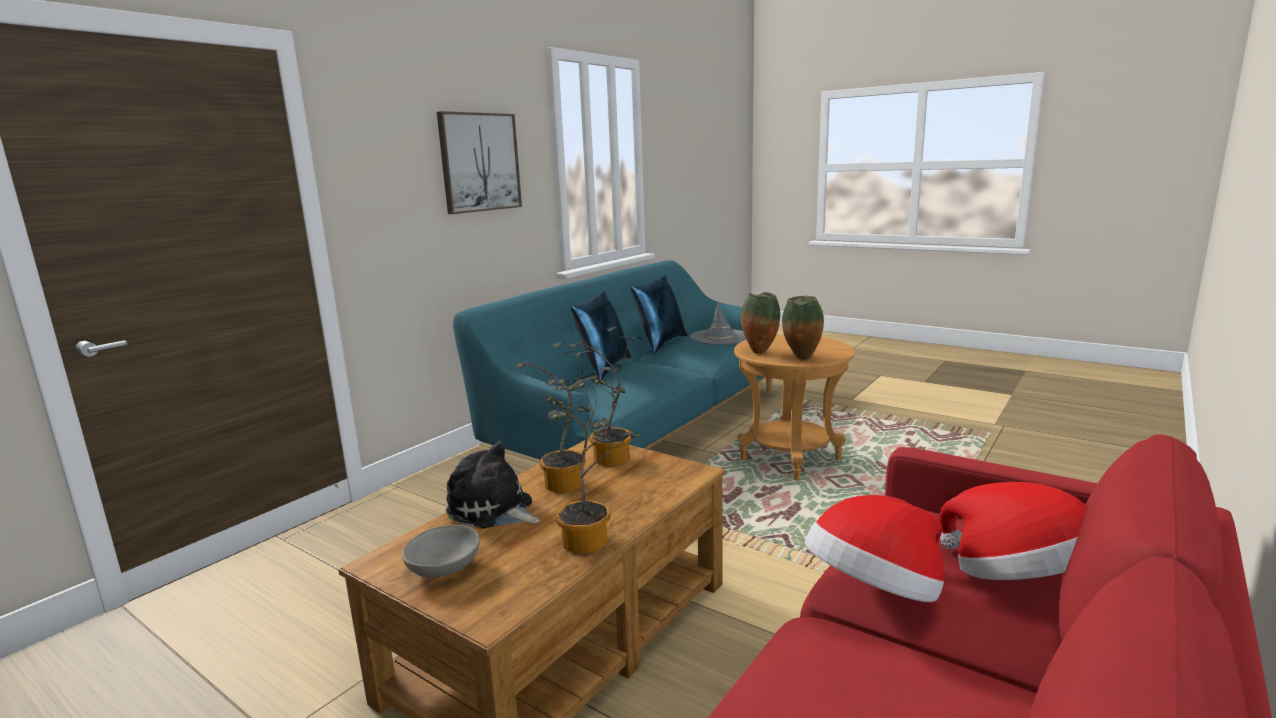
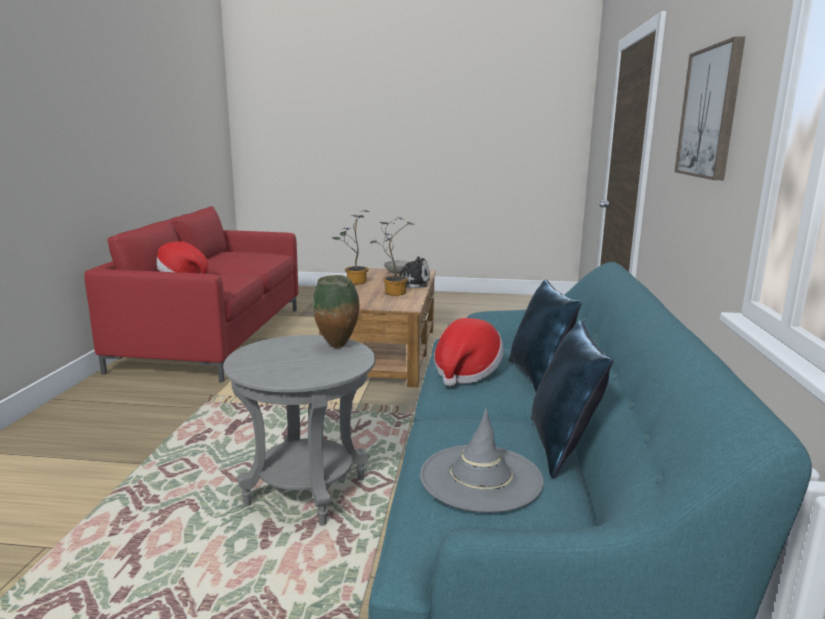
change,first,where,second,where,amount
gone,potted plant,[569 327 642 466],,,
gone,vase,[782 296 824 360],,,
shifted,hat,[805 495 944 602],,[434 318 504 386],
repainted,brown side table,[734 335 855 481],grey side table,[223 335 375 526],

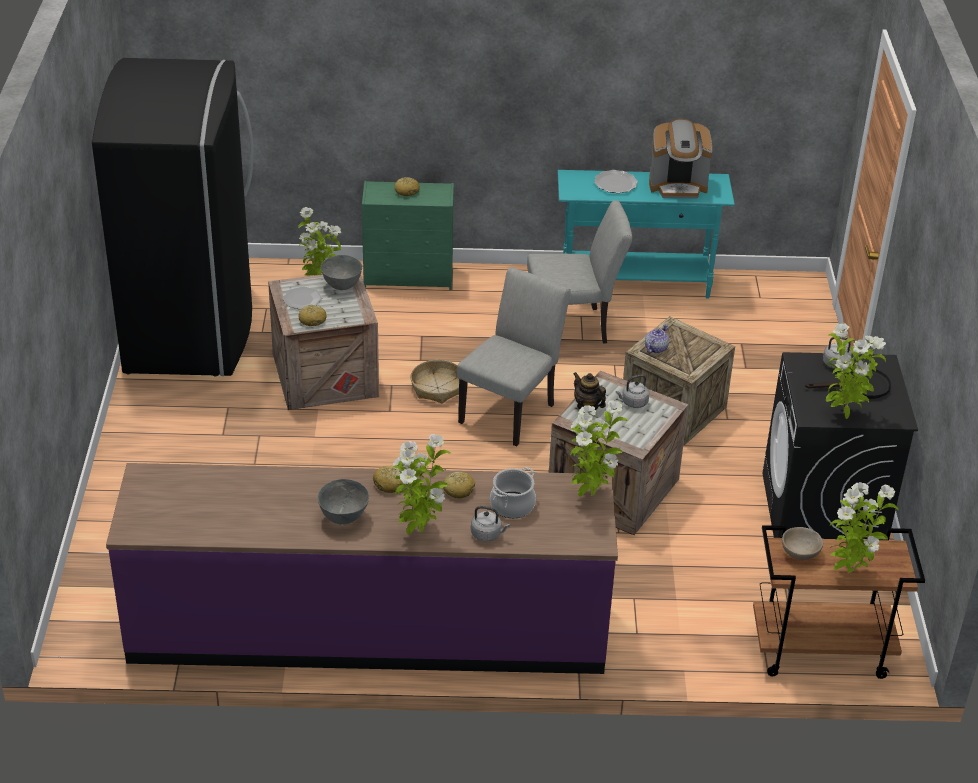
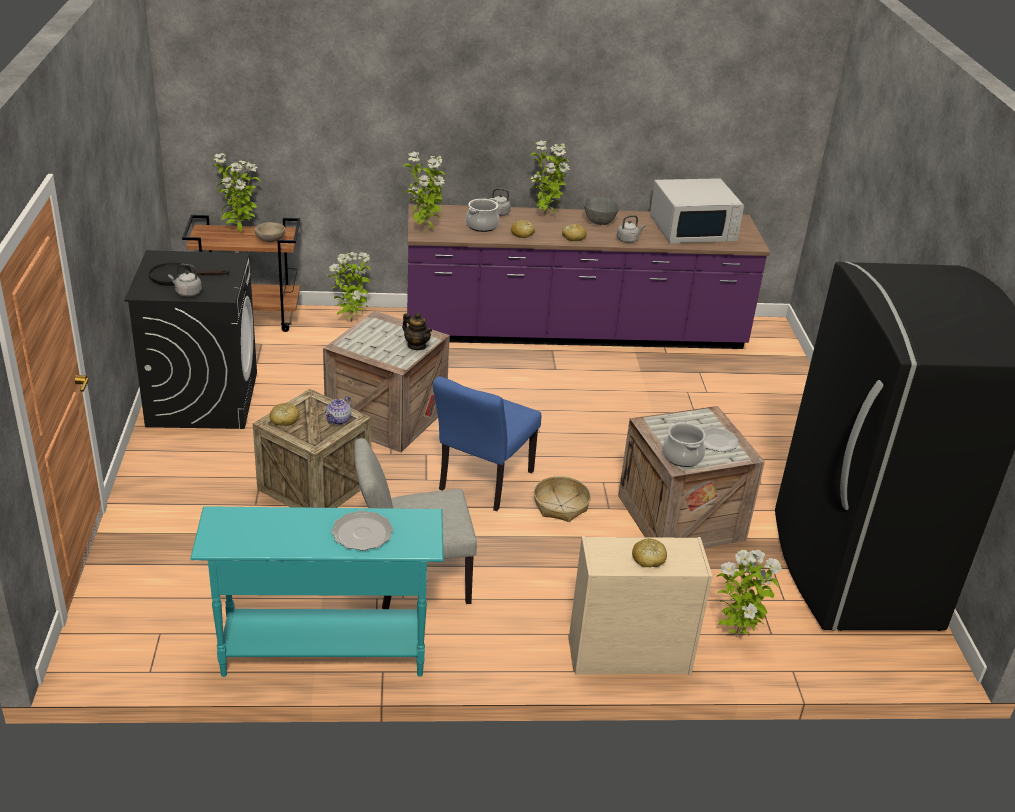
change,first,where,second,where,amount
gone,coffee machine,[649 119 712 199],,,
new,,,white microwave,[650 178 744 243],
shifted,bread,[298 305 327 326],,[270 403 299 426],
shifted,grey kettle,[616 375 649 408],,[617 215 645 243],
shifted,potted plant,[826 323 886 419],,[328 252 371 322],
swapped,grey bowl,[321 255 362 290],cooking pot,[663 419 706 467],
repainted,green dresser,[362 181 454 290],beige dresser,[569 536 712 675],
repainted,grey chair,[457 267 571 447],blue chair,[433 376 541 511],

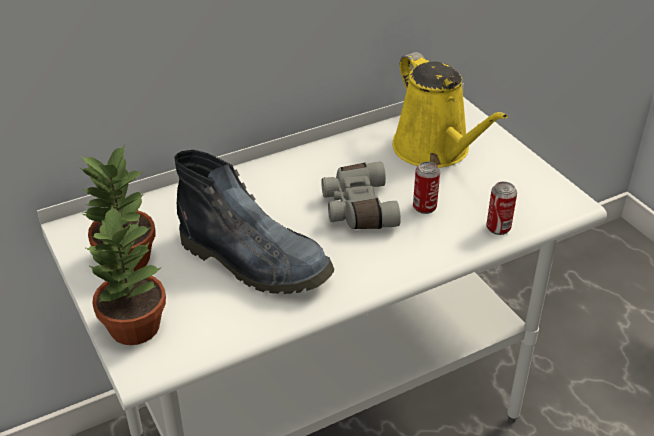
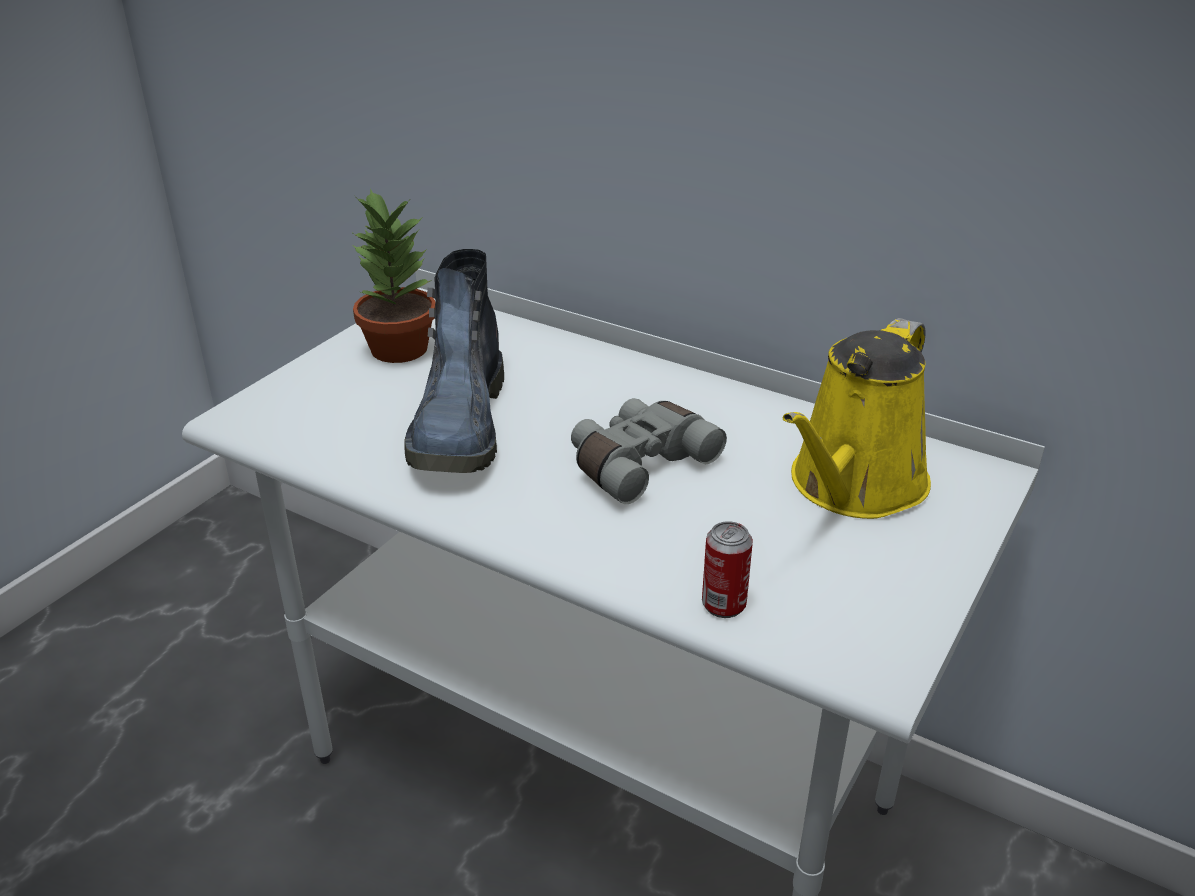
change,first,where,second,where,amount
gone,potted plant,[84 206 166 345],,,
gone,can,[413 162 440 214],,,

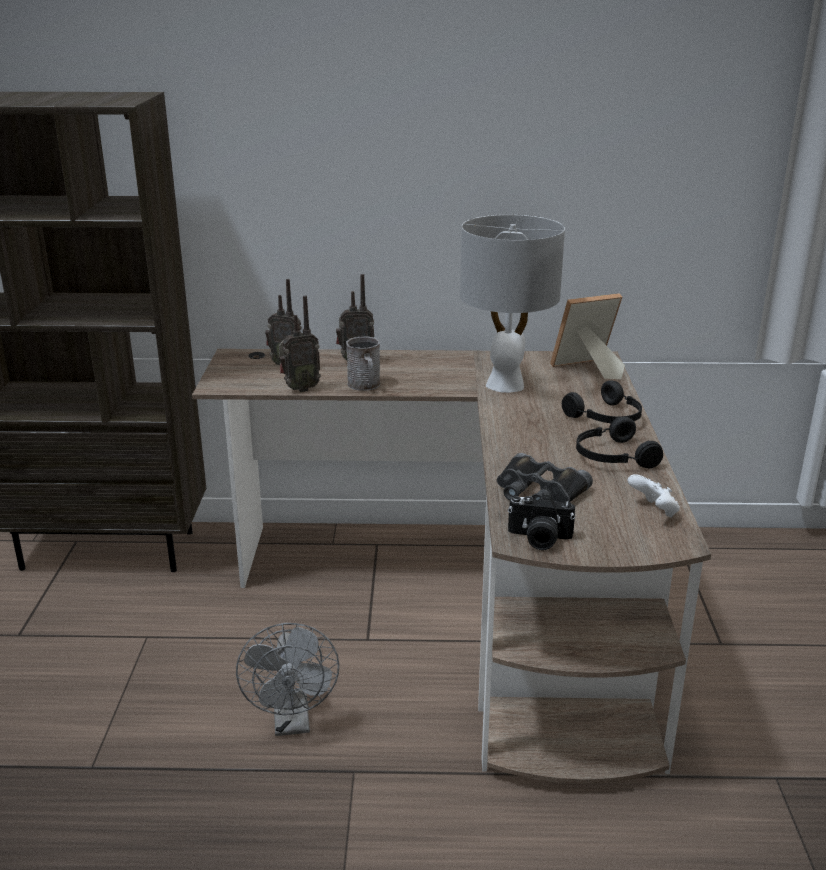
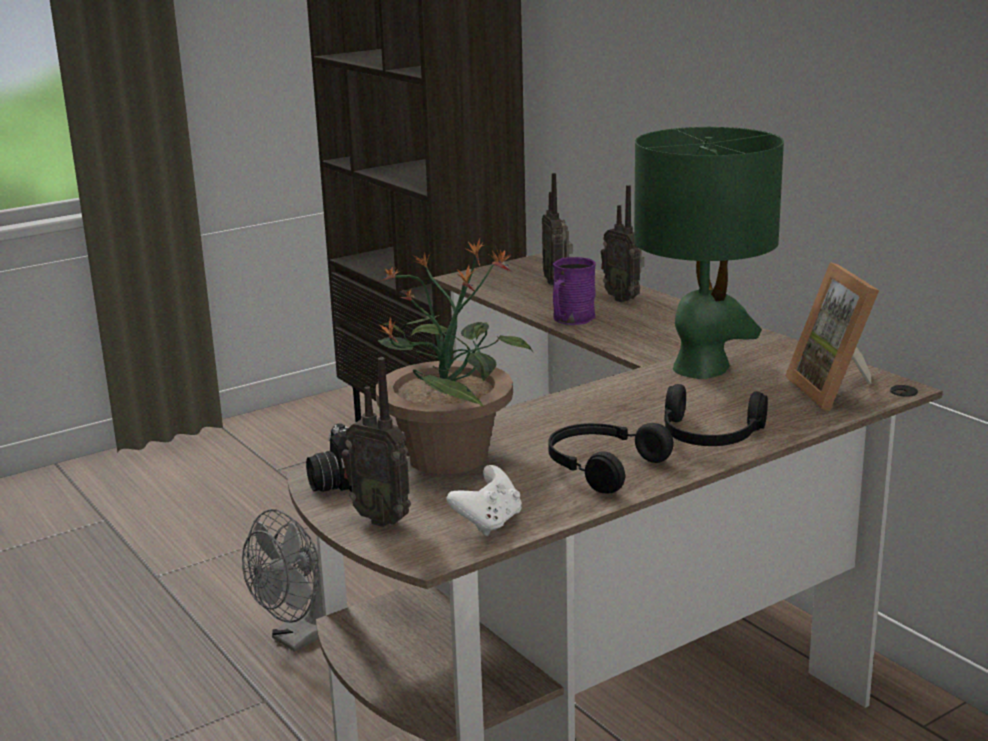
change,first,where,second,where,amount
shifted,radio,[279 296 321 392],,[342 357 411 527],
swapped,black binoculars,[497 453 593 502],potted plant,[375 238 534 474],
repainted,grey mug,[346 336 380 391],purple mug,[553 257 596 325],
repainted,grey table lamp,[460 215 565 393],green table lamp,[634 127 784 379],
rotated,picture frame,[550 293 625 379],,[785 262 879 411],135 degrees counterclockwise

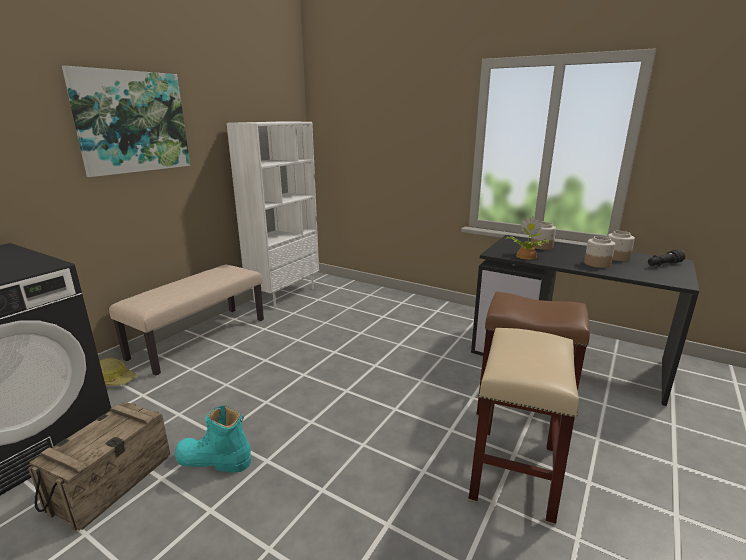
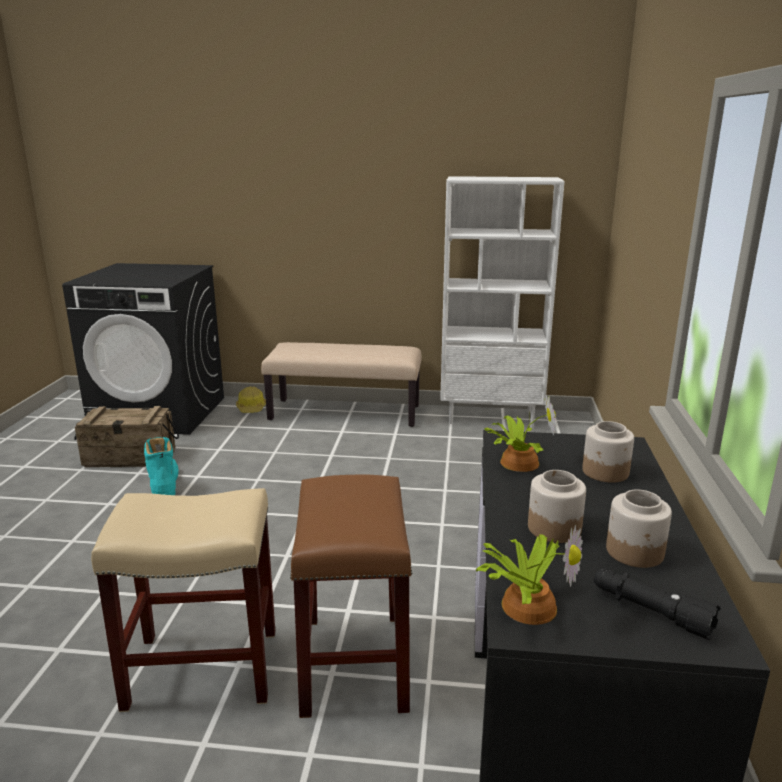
change,first,where,second,where,amount
gone,picture,[62 66 190 177],,,
new,,,potted plant,[476 525 583 625],

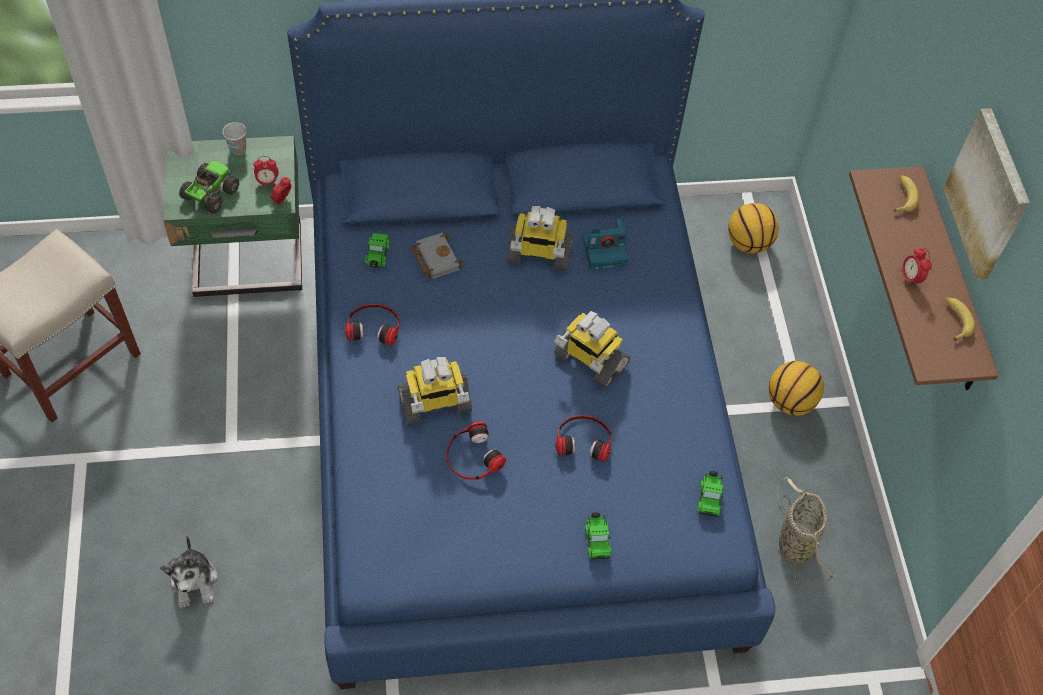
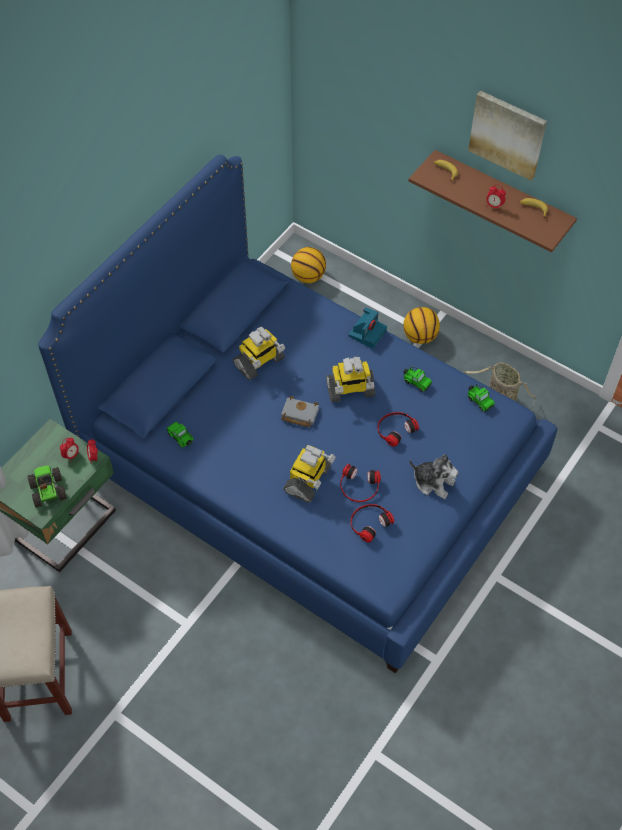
change,first,where,second,where,amount
gone,cup,[222 122 246 155],,,
shifted,plush toy,[160 536 218 608],,[409 454 459 499],
shifted,headphones,[345 304 400 345],,[351 504 394 542],
shifted,grey book,[411 233 464 279],,[281 396 319 427],
shifted,photo camera,[583 218 628 270],,[349 307 387 348],
shifted,toy car,[584 512 611 559],,[403 366 432 392],

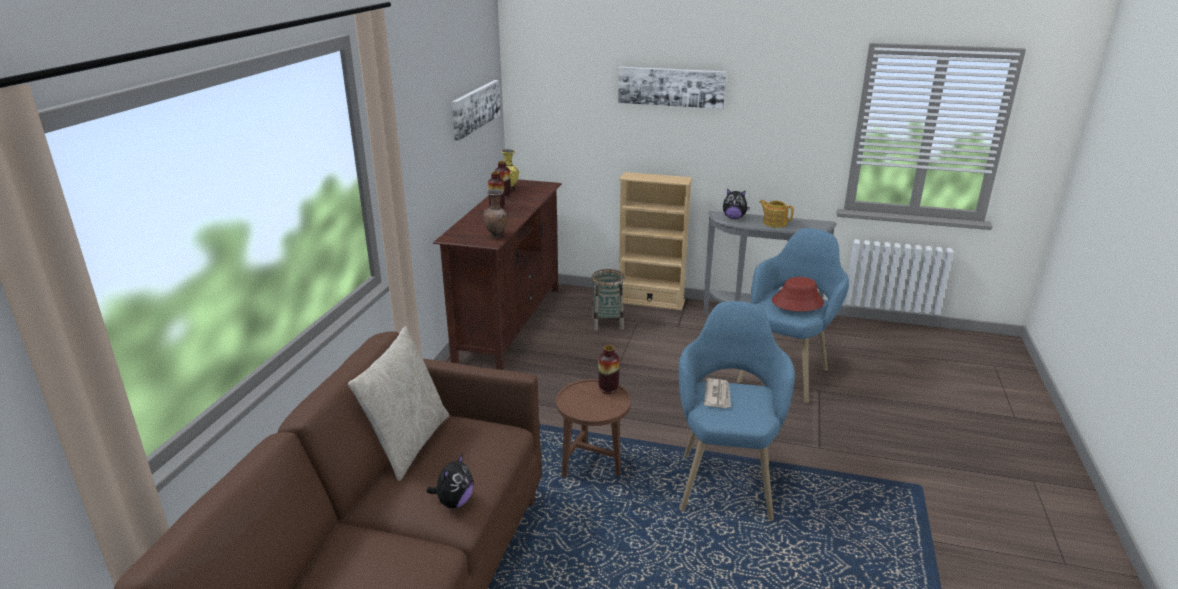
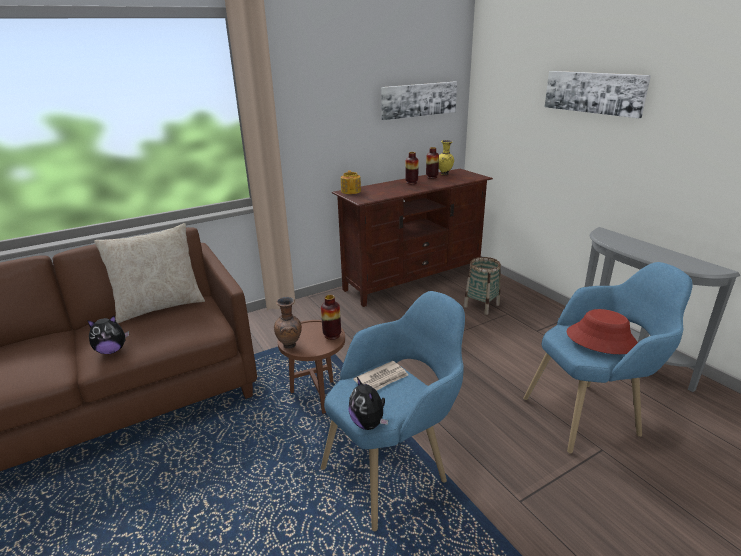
change,first,where,second,where,amount
gone,beige bookcase,[619 172 693 310],,,
shifted,brown vase,[483 190 509 238],,[274 297 302 349],
shifted,plush toy,[723 189 750 219],,[349 377 388 430],
shifted,teapot,[759 200 794 228],,[341 170 361 194],

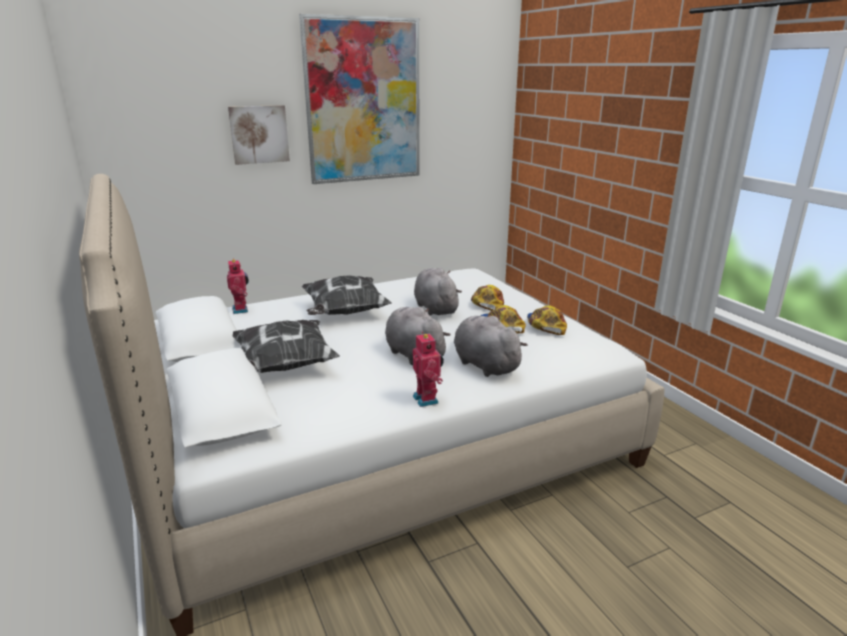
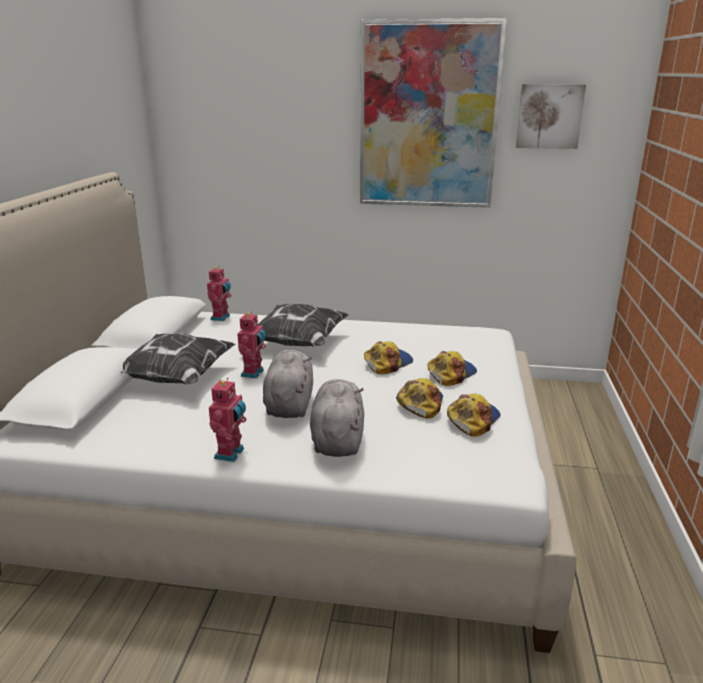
change,first,where,second,where,amount
new,,,toy robot,[237 311 266 378],
shifted,picture,[228 105 290 165],,[516 84 586 149],
swapped,grey plush toy,[414 268 462 316],cap,[364 341 413 375],

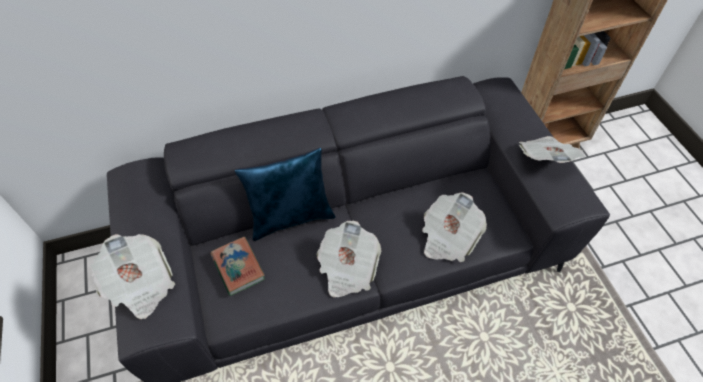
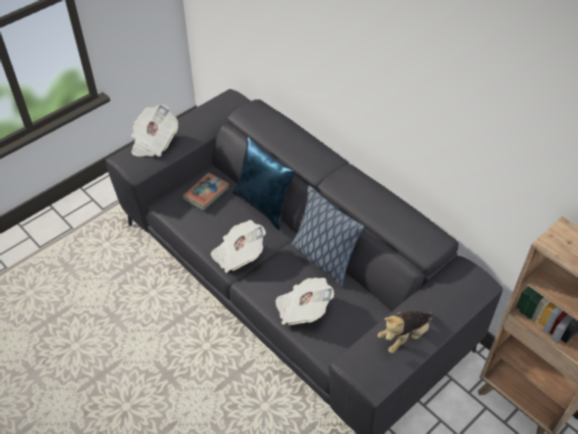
change,first,where,second,where,amount
new,,,pillow,[291 185 365 287],
swapped,newspaper,[519 136 585 163],plush toy,[378 311 433 353],

